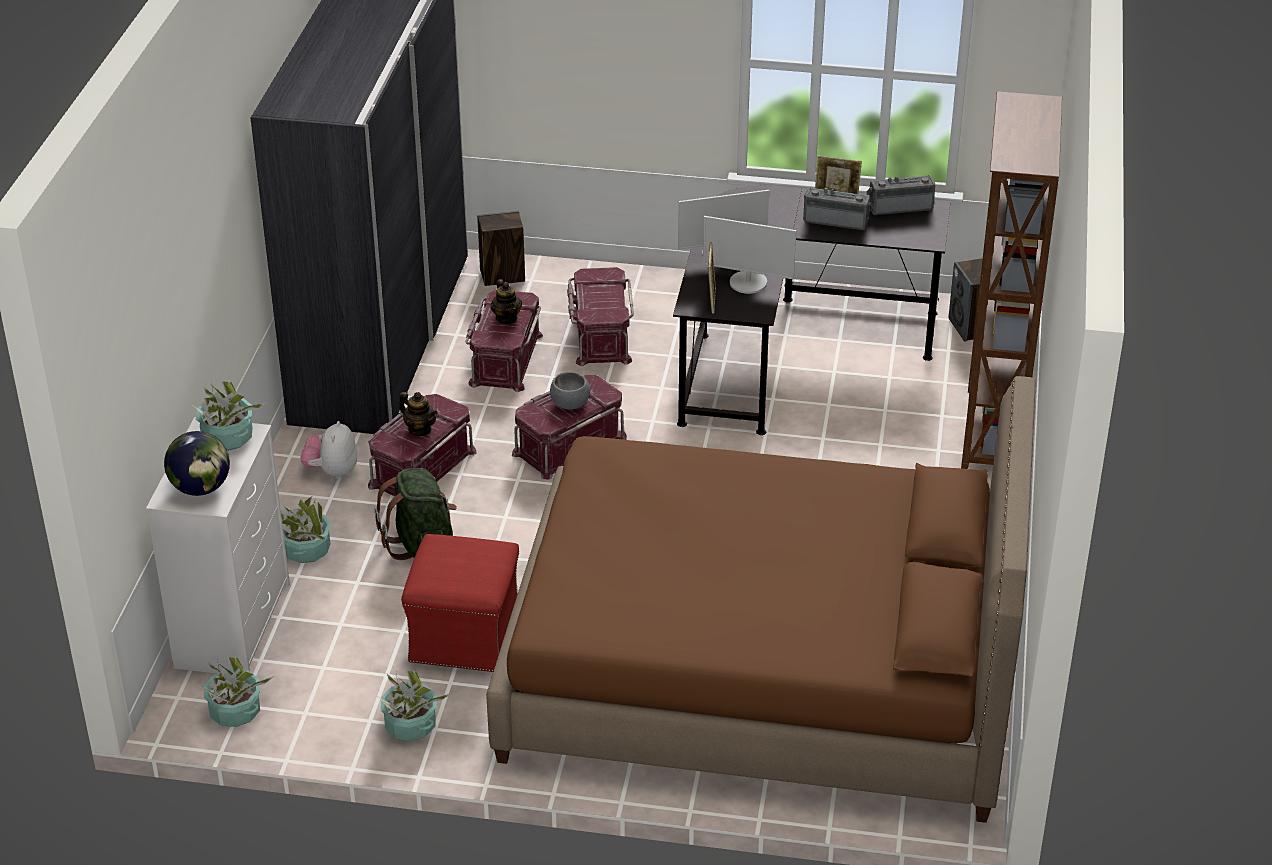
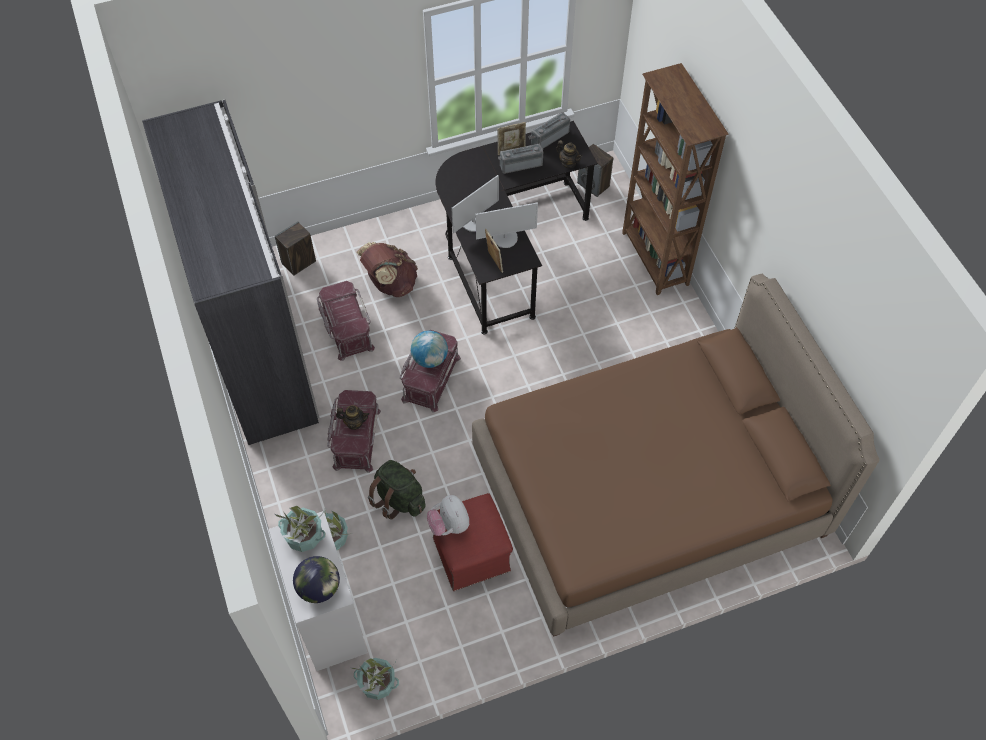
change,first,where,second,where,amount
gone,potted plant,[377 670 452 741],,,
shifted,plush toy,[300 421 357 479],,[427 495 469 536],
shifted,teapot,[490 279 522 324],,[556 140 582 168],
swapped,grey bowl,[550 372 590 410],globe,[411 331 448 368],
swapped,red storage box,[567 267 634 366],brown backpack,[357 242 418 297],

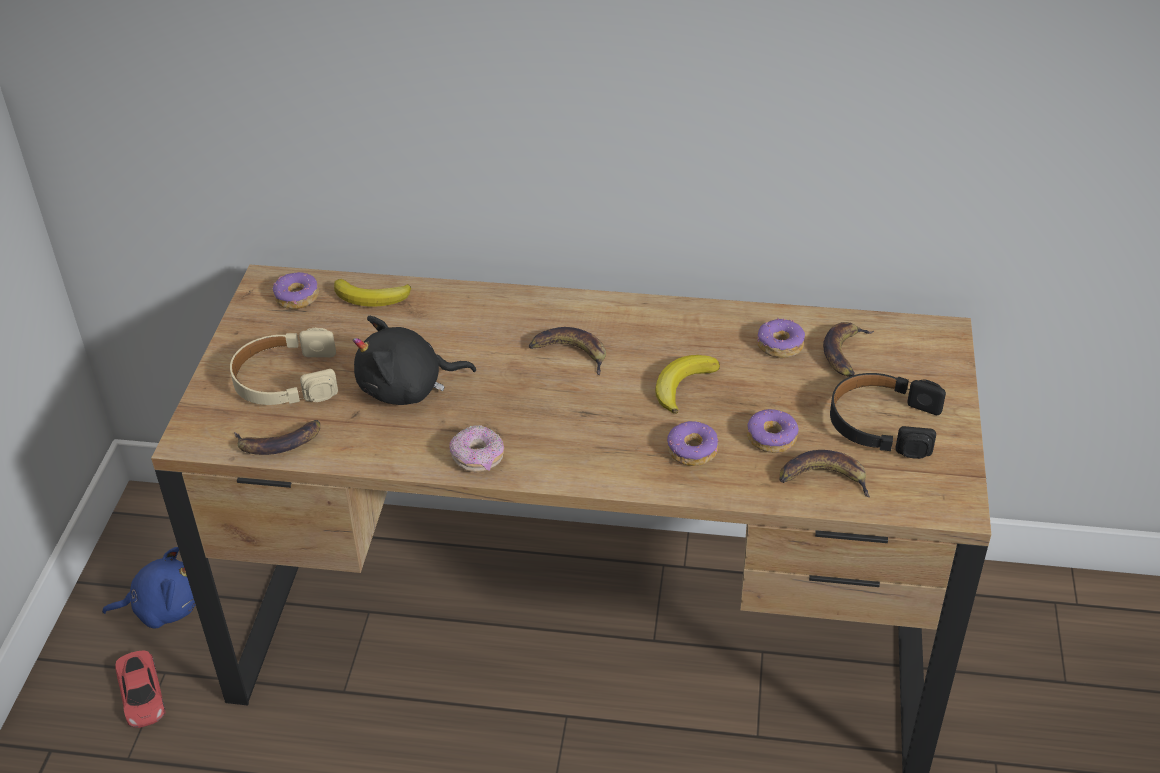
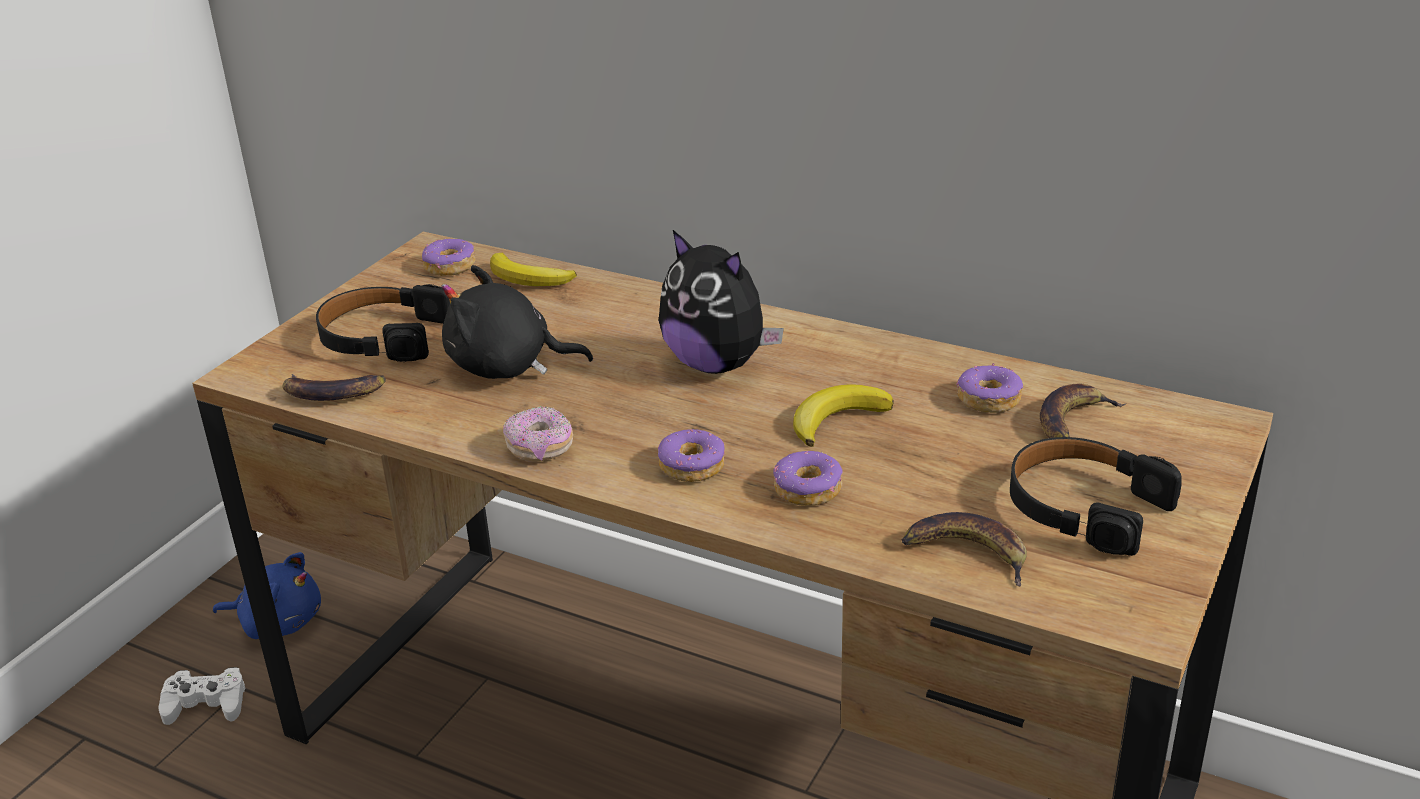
change,first,where,second,where,amount
shifted,donut,[747 409 798 453],,[658 429 725 482],
swapped,red toy car,[115 650 166 728],white game controller,[158 667 245 725],
swapped,banana,[529 327 606 375],plush toy,[659 230 784 374],
repainted,beige headphones,[230 328 338 405],black headphones,[316 284 450 362],

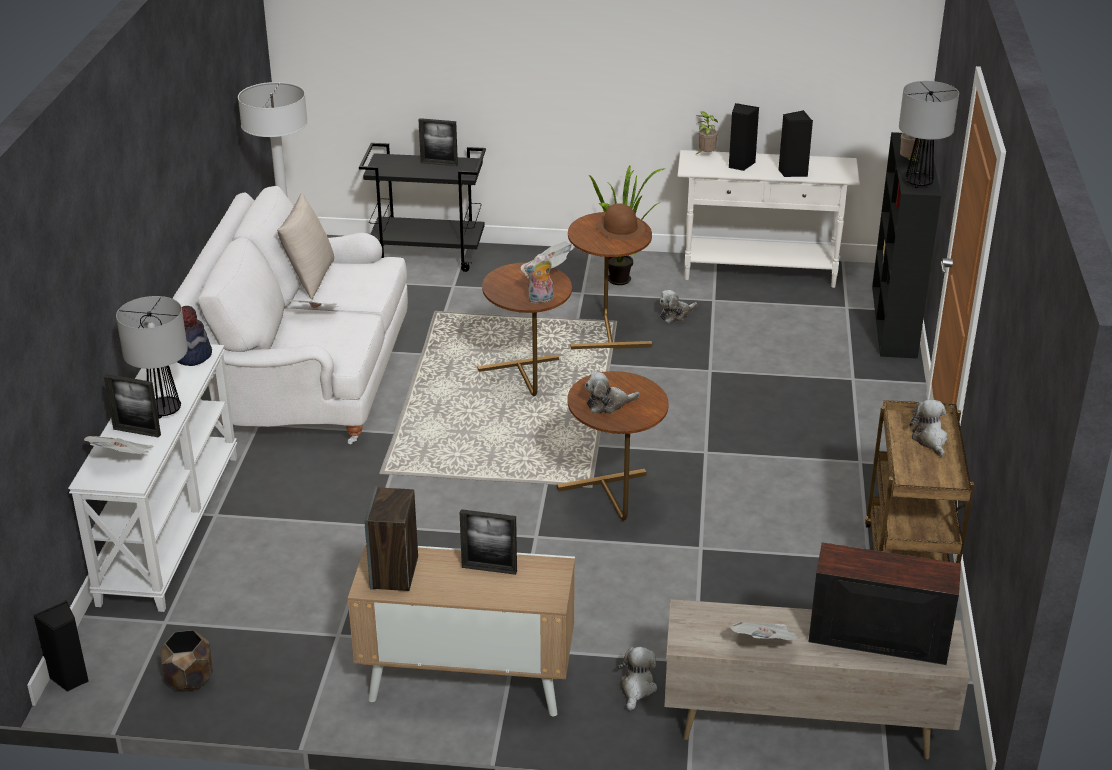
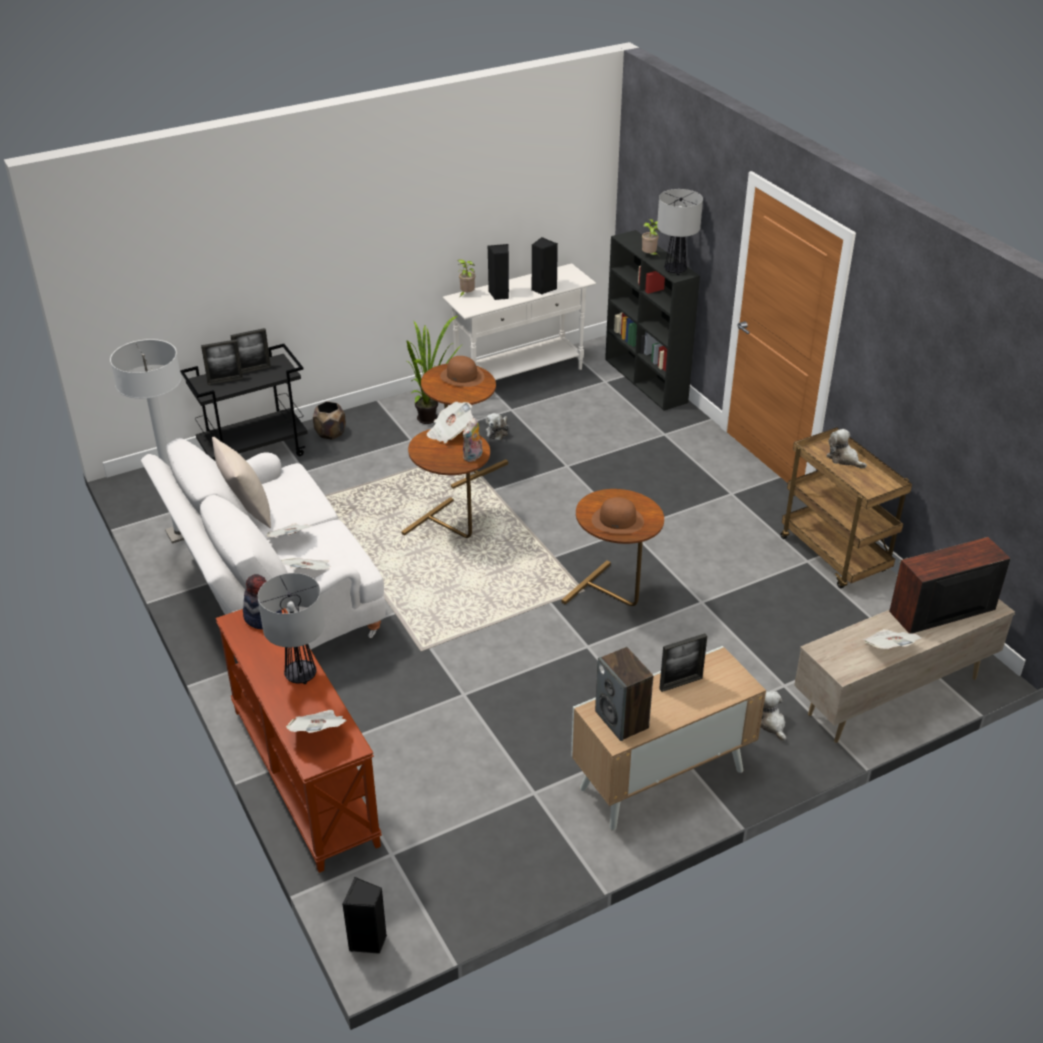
change,first,where,second,where,amount
new,,,newspaper,[281 558 331 570],
shifted,picture frame,[104 374 161 438],,[201 339 243 385],
shifted,brown planter,[160 630 213 692],,[313 401 346 440],
swapped,plush toy,[585 372 640 414],brown hat,[592 497 644 534],
repainted,white console table,[68 344 237 612],brown console table,[216 608 382 873],

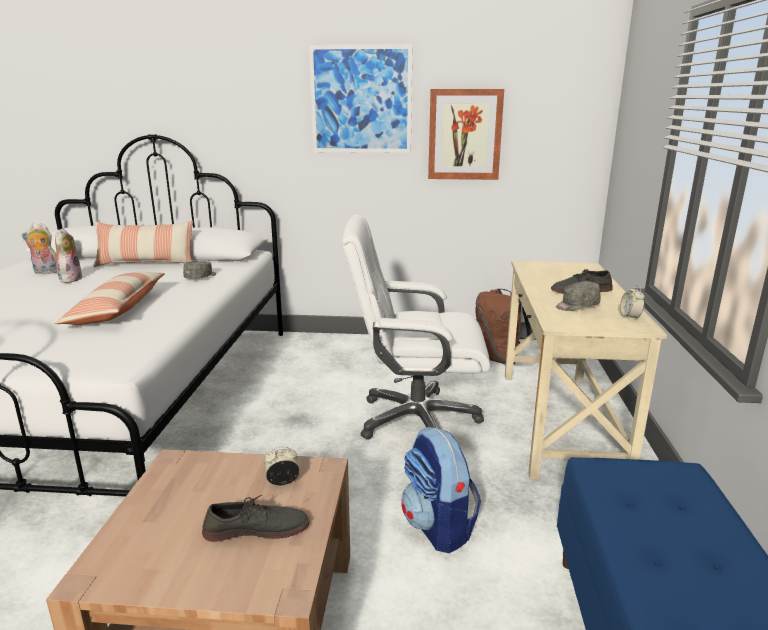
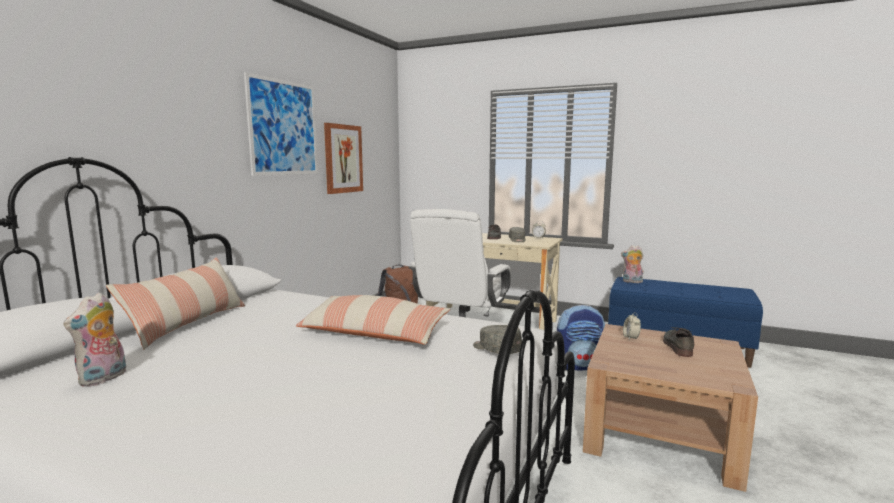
change,first,where,second,where,amount
shifted,plush toy,[53 228 83 283],,[621 245 644 283],
shifted,grey cap,[183 261 216 279],,[473 325 522 354],

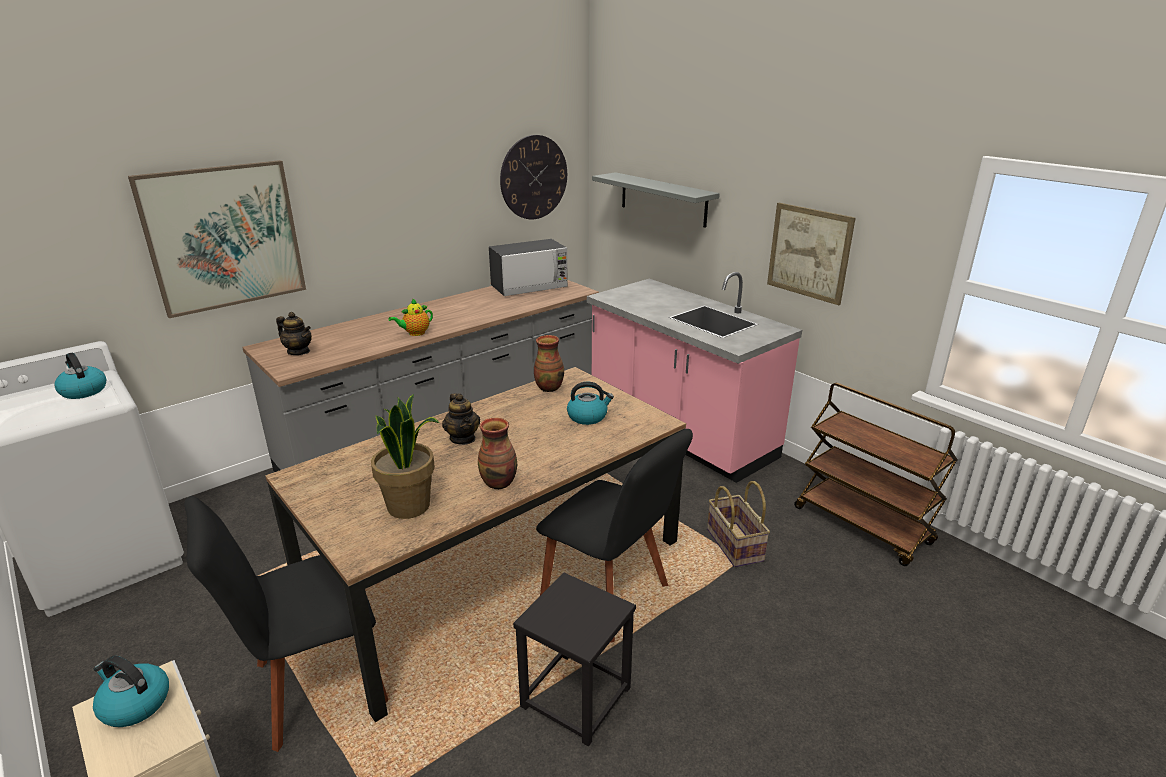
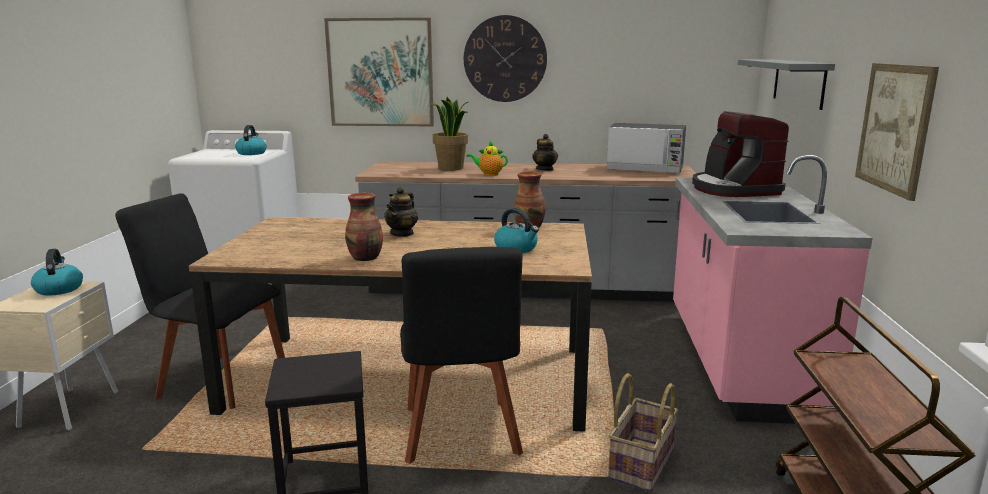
change,first,where,second,where,amount
new,,,coffee machine,[692 111 789 197],
shifted,teapot,[276 312 312 355],,[532 134 558 171],
shifted,potted plant,[371 394 439 519],,[429 97 468 171],
shifted,wall clock,[500 135 567 220],,[464 15 547 102],

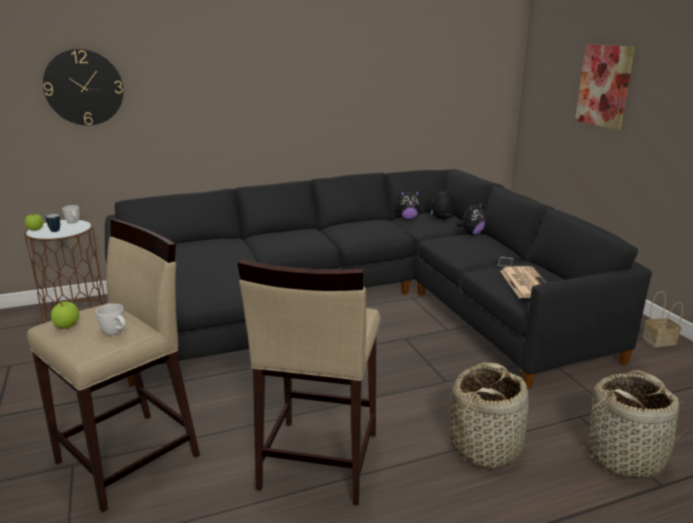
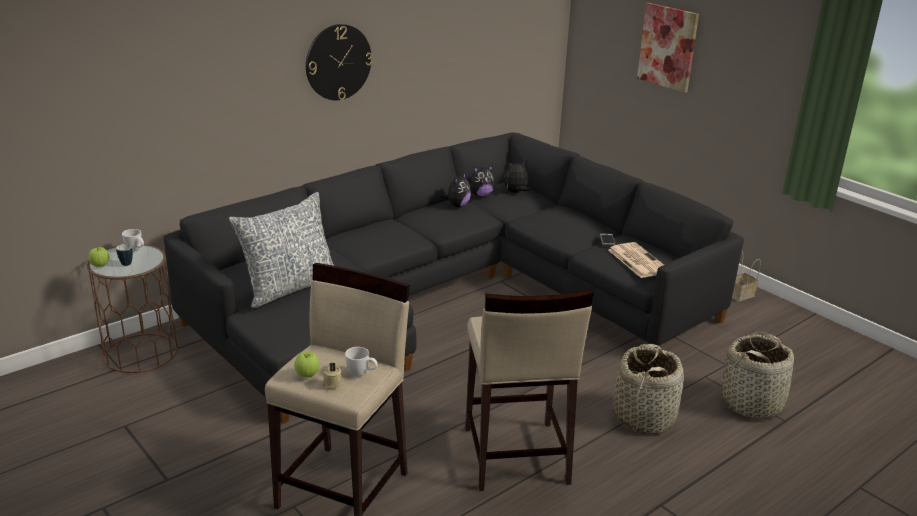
change,first,where,second,where,amount
new,,,pillow,[228 192 334 308],
new,,,beige candle,[322 363 343 389],
shifted,wall clock,[43 49 123 125],,[306 24 373 100],
shifted,plush toy,[456 202 486 235],,[440 172 471 207],

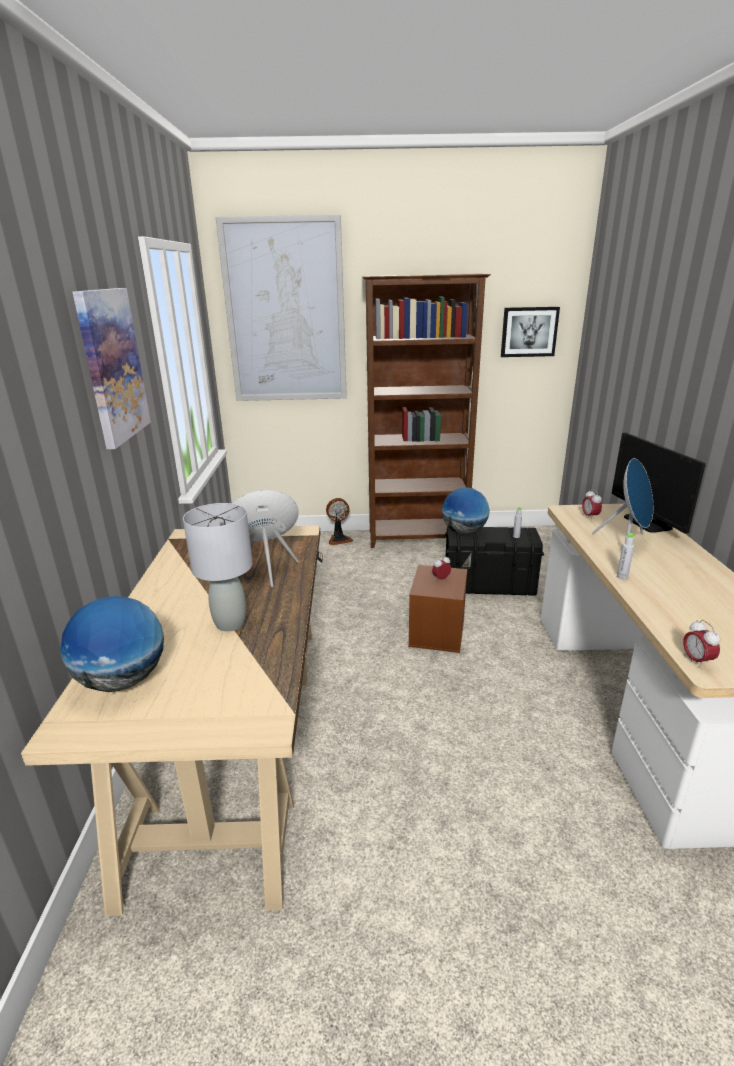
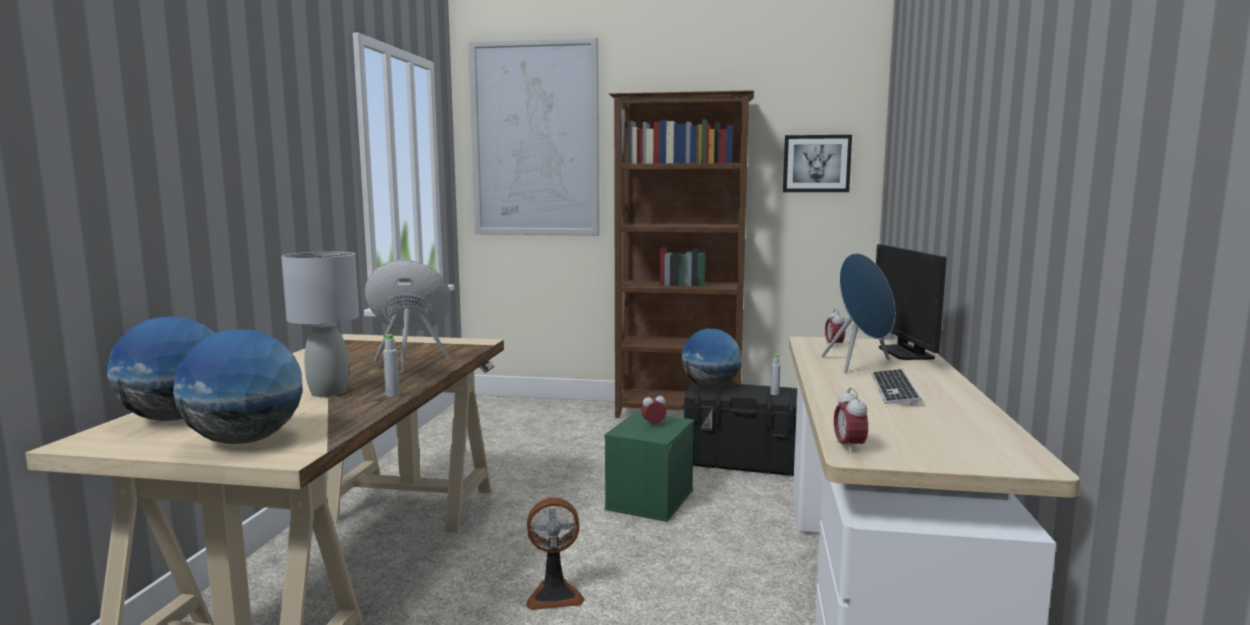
change,first,where,second,where,amount
gone,picture,[73 288 151 449],,,
new,,,globe,[173 329 303 444],
new,,,keyboard,[872 369 922 405],
shifted,fan,[326 498 353 545],,[526 498 584 610],
shifted,grey bottle,[617 533 634 579],,[383 334 400 397],
repainted,brown storage box,[408 565 467 653],green storage box,[604 412 694 522],

